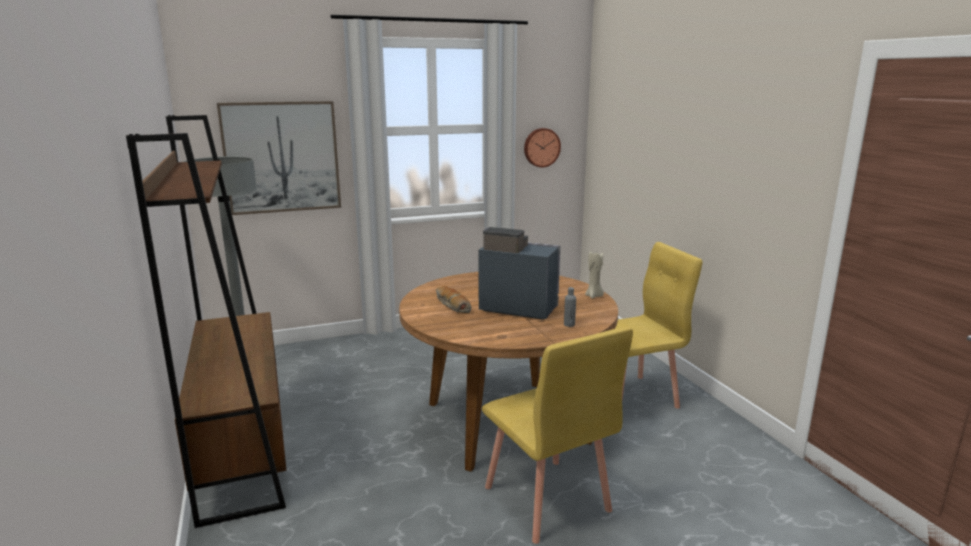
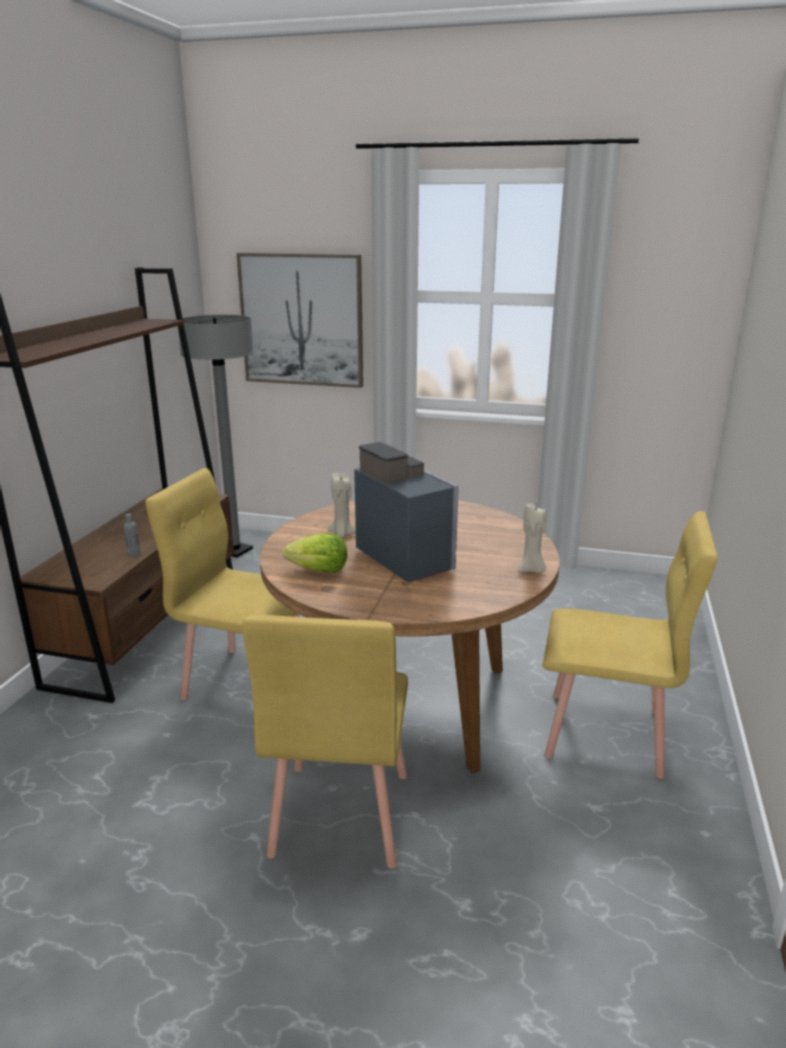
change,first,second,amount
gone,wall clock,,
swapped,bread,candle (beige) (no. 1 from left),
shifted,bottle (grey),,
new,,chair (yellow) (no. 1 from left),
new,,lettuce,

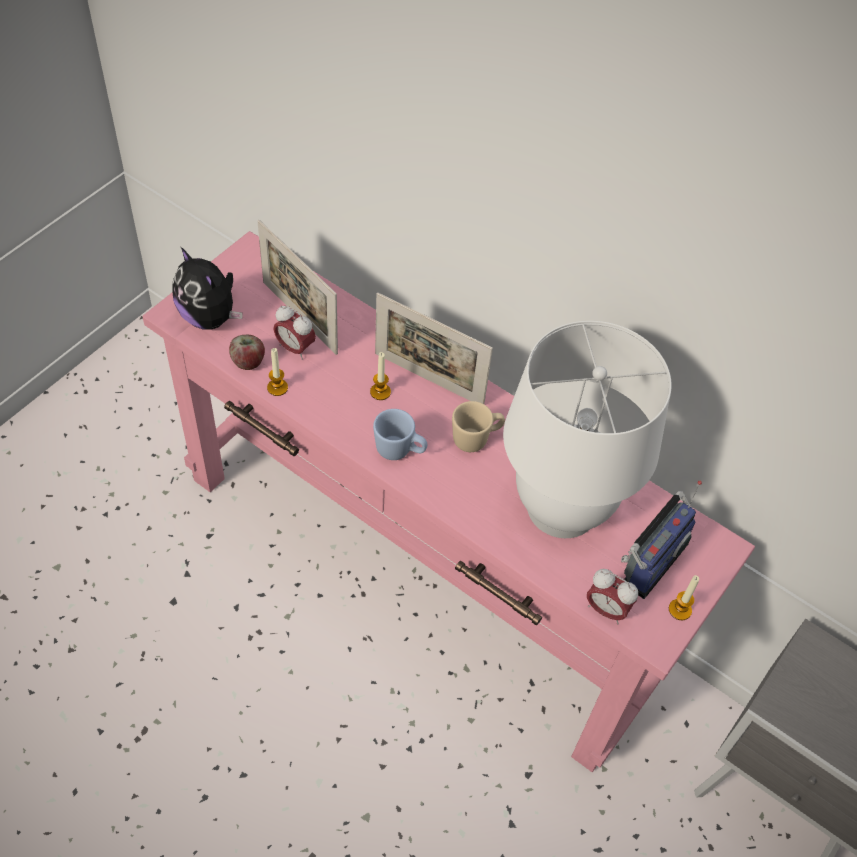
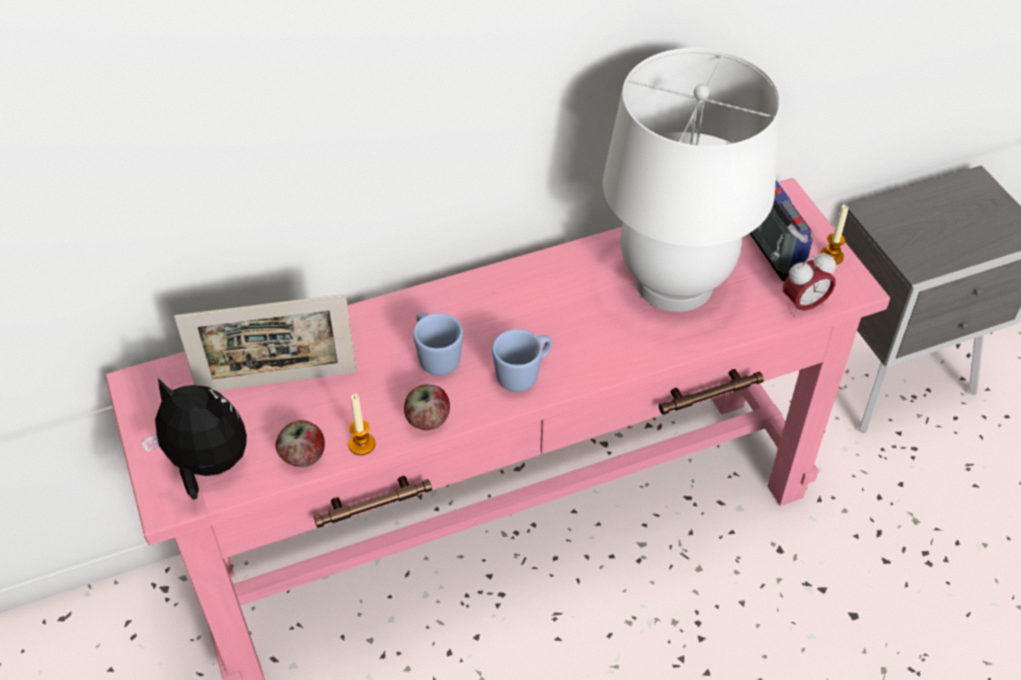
change,first,second,amount
rotated,plush toy,,150 degrees counterclockwise
gone,picture frame (no. 2 from left),,
gone,alarm clock (no. 1 from left),,
swapped,candle (no. 2 from left),mug (blue) (no. 1 from left),
gone,mug (beige),,
new,,apple (no. 2 from left),

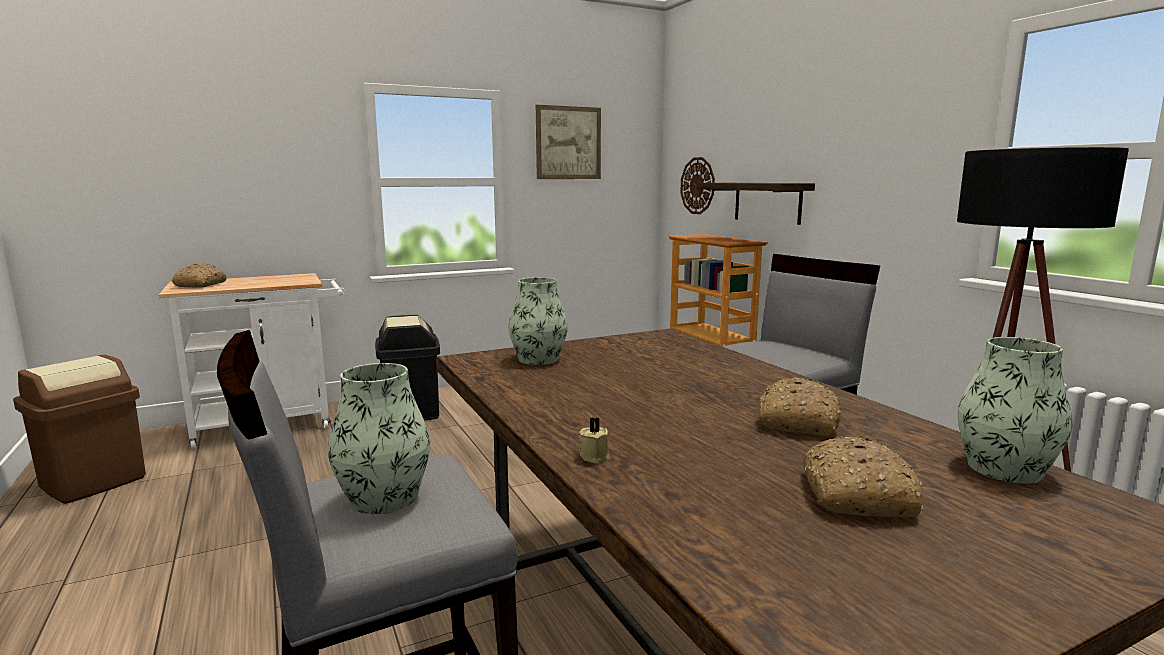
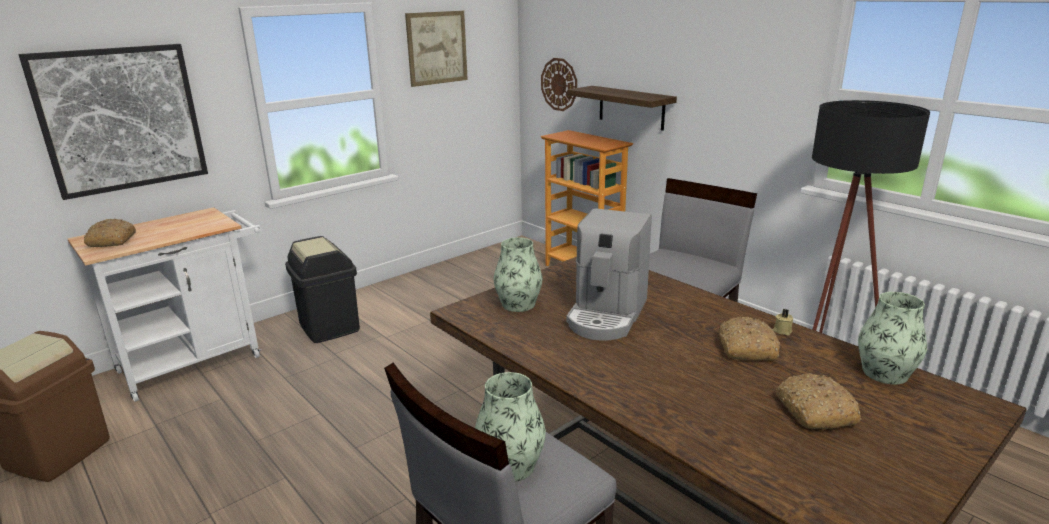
change,first,second,amount
shifted,candle (beige),,
new,,picture (no. 1 from left),
new,,coffee machine,

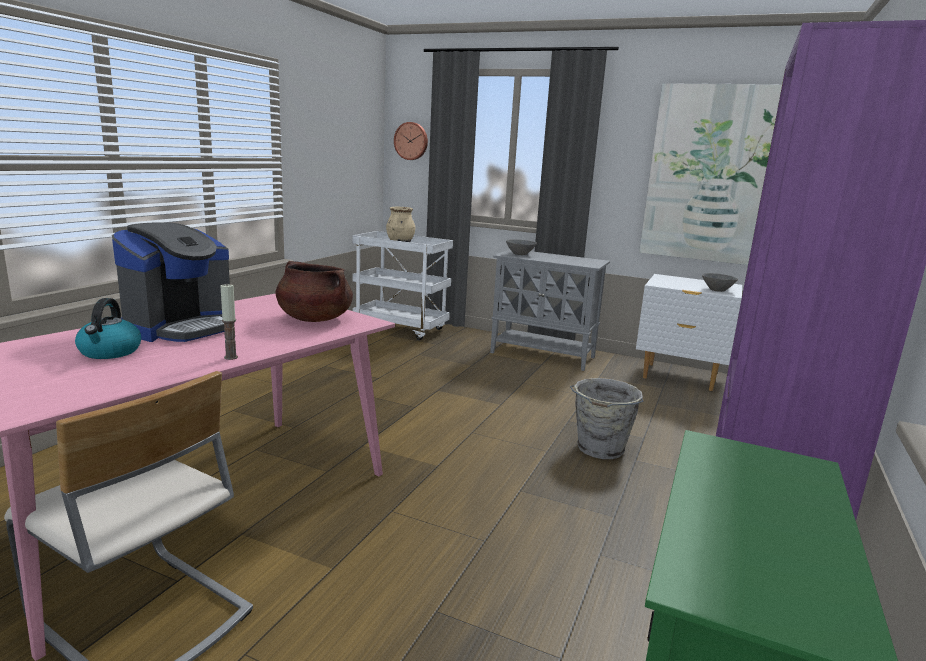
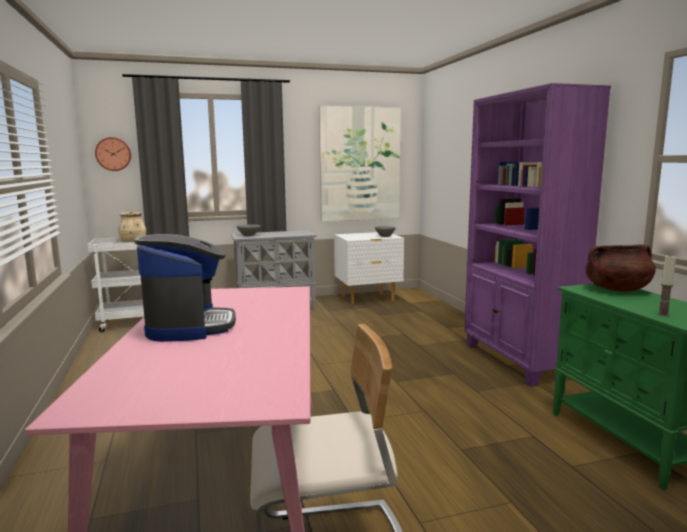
change,first,second,amount
shifted,cooking pot (brown),,
shifted,candle,,
gone,kettle,,
gone,bucket (grey),,

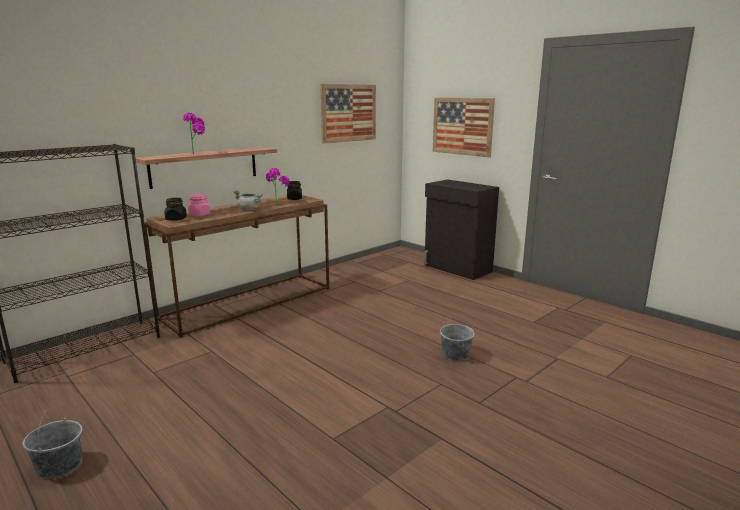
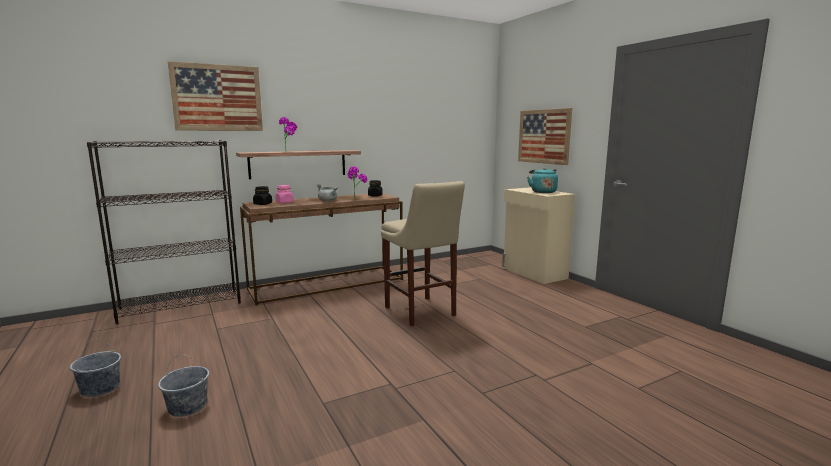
change,first,second,amount
shifted,picture (no. 1 from left),,
repainted,cabinet (black),cabinet (beige),
shifted,bucket (grey) (no. 2 from left),,
new,,kettle (turquoise),
new,,stool (beige),

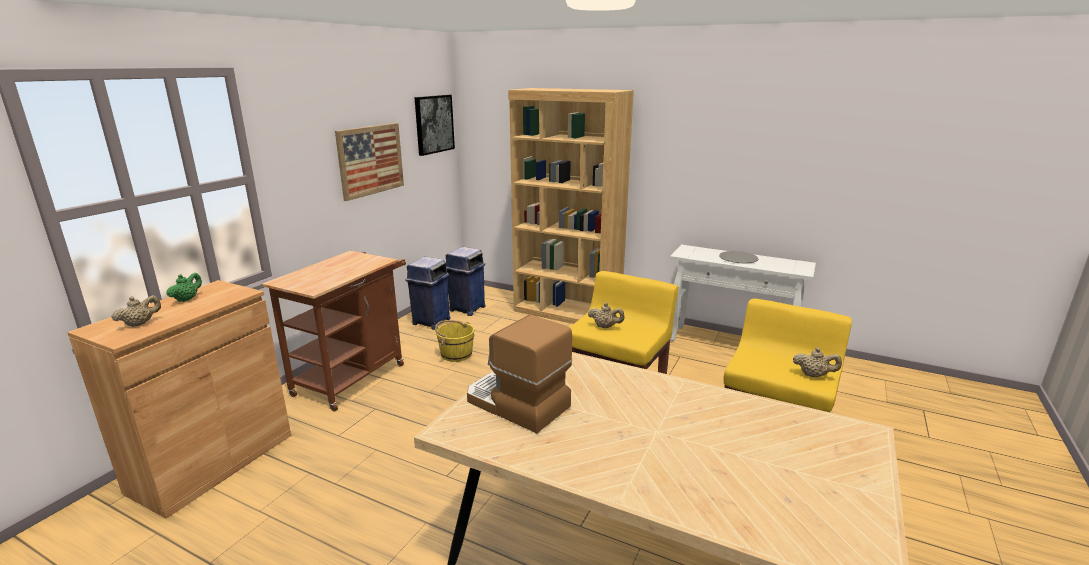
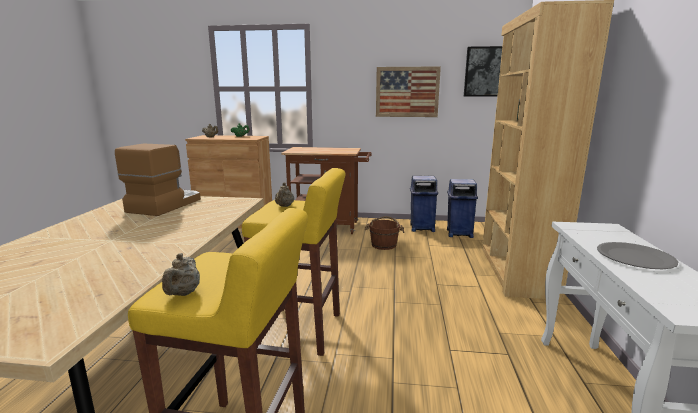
change,first,second,amount
repainted,bucket (yellow),bucket (brown),

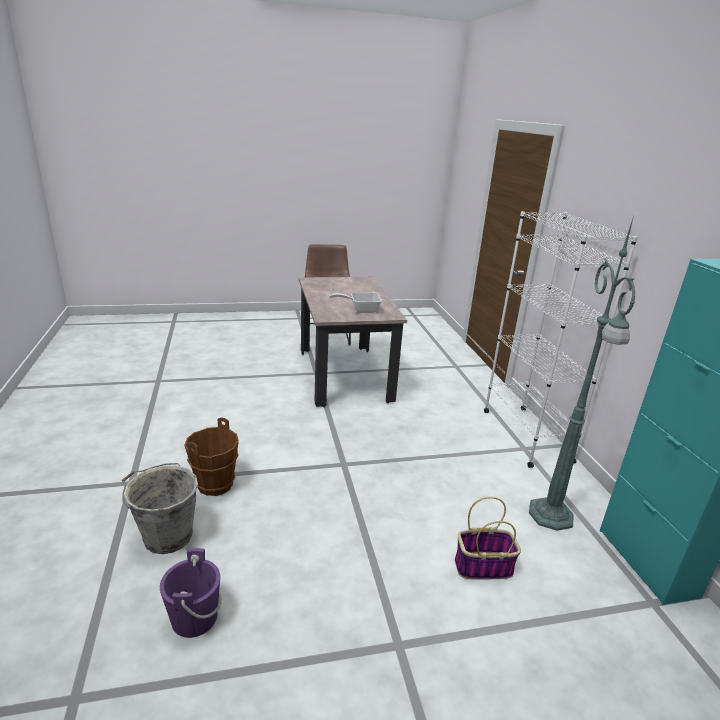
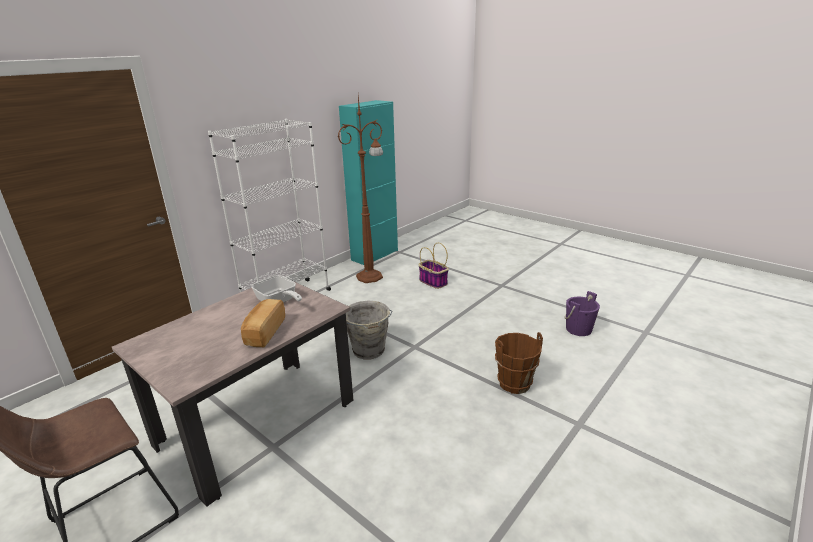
change,first,second,amount
repainted,floor lamp (green),floor lamp (brown),
shifted,bucket (grey),,
new,,bread,

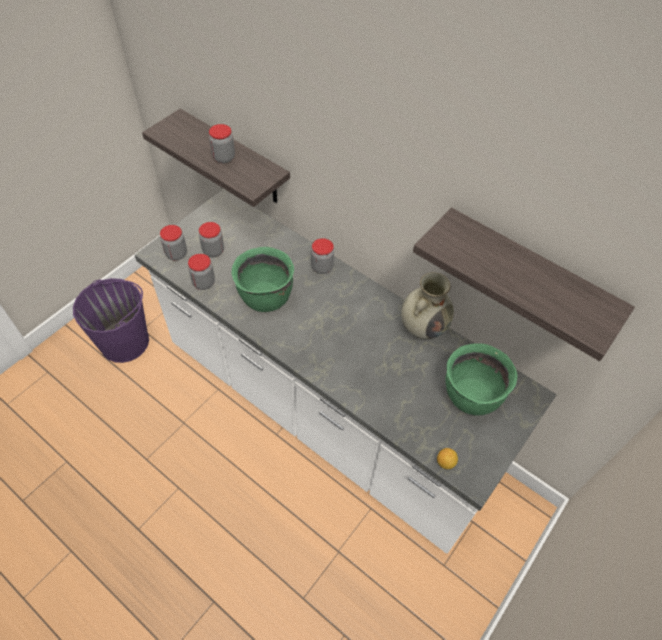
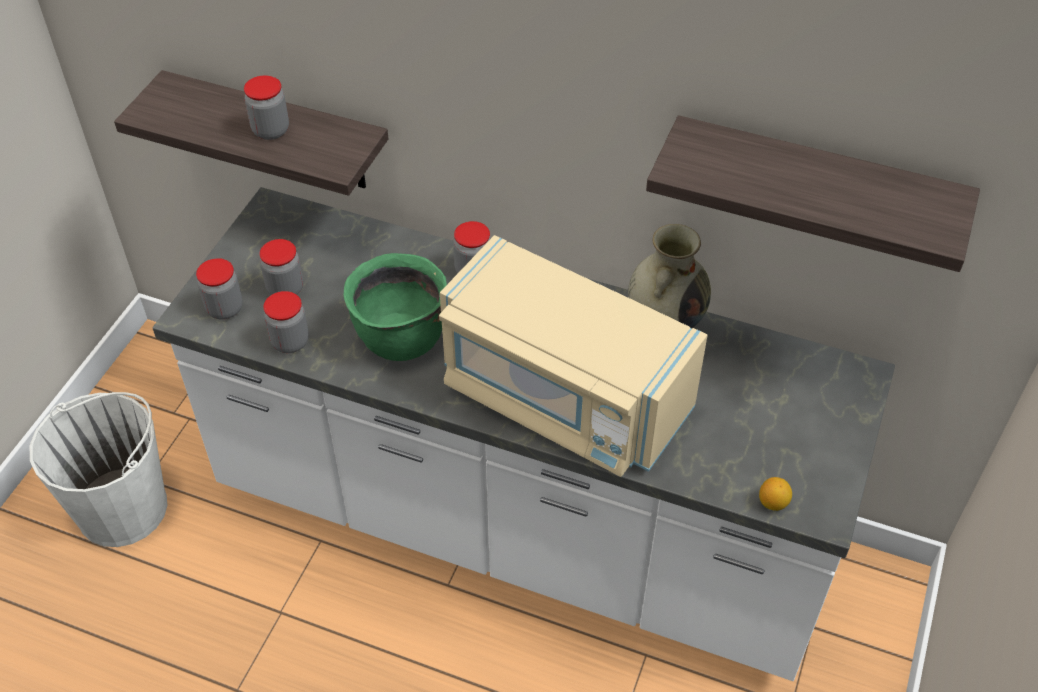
change,first,second,amount
repainted,bucket (purple),bucket (white),
gone,cooking pot (green) (no. 2 from left),,
new,,microwave (beige),

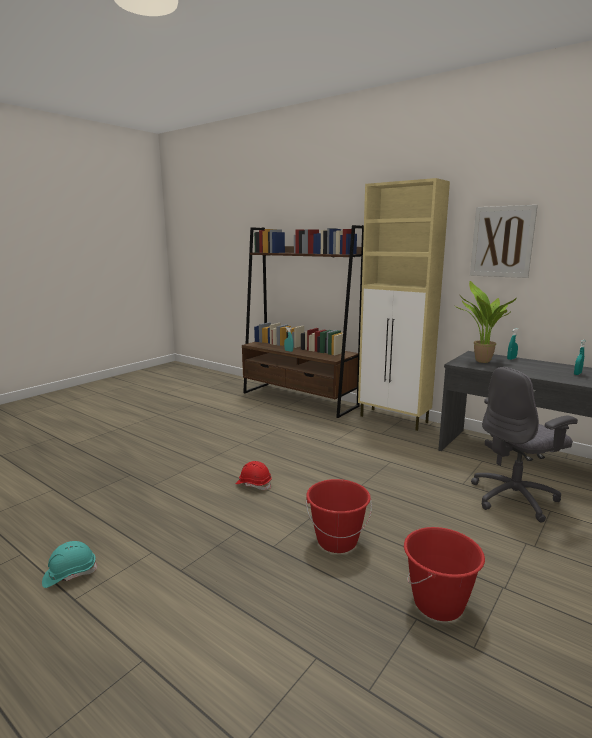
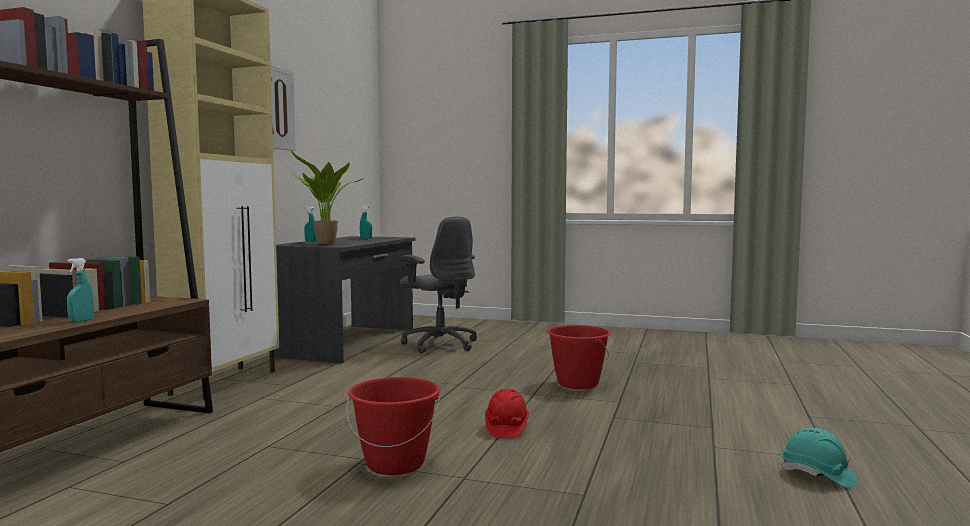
change,first,second,amount
shifted,bucket (red) (no. 2 from left in the first image),bucket (red) (no. 1 from left),

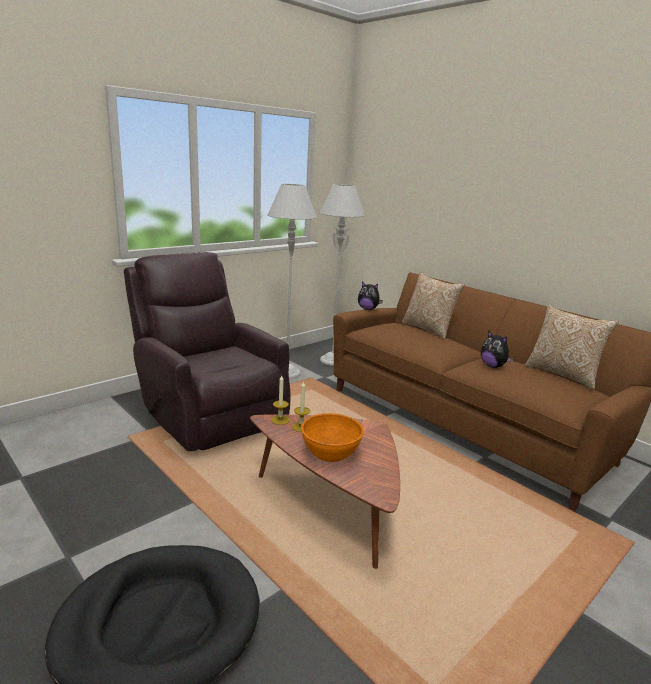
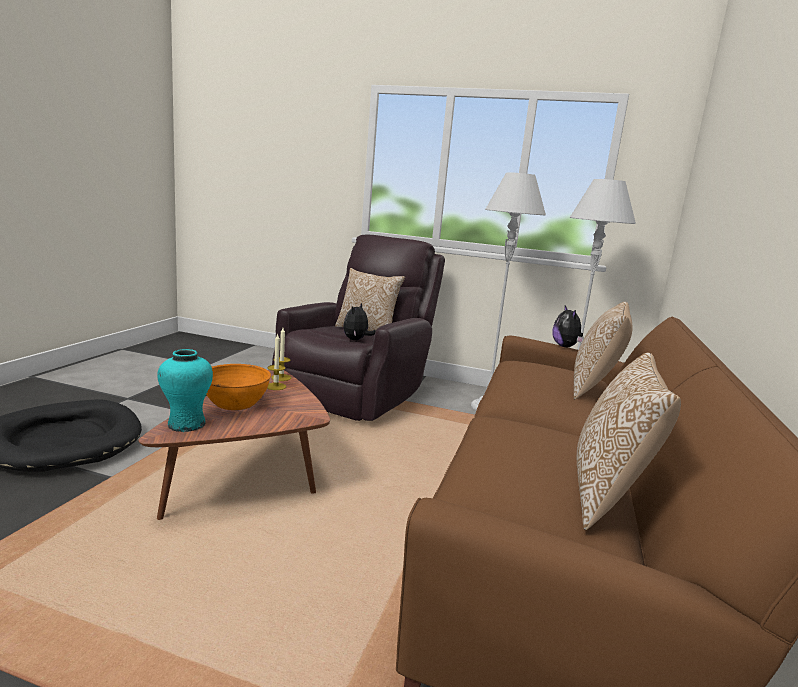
change,first,second,amount
shifted,plush toy (no. 2 from left in the first image),plush toy (no. 1 from left),
new,,pillow (no. 1 from left),
new,,vase (turquoise),

